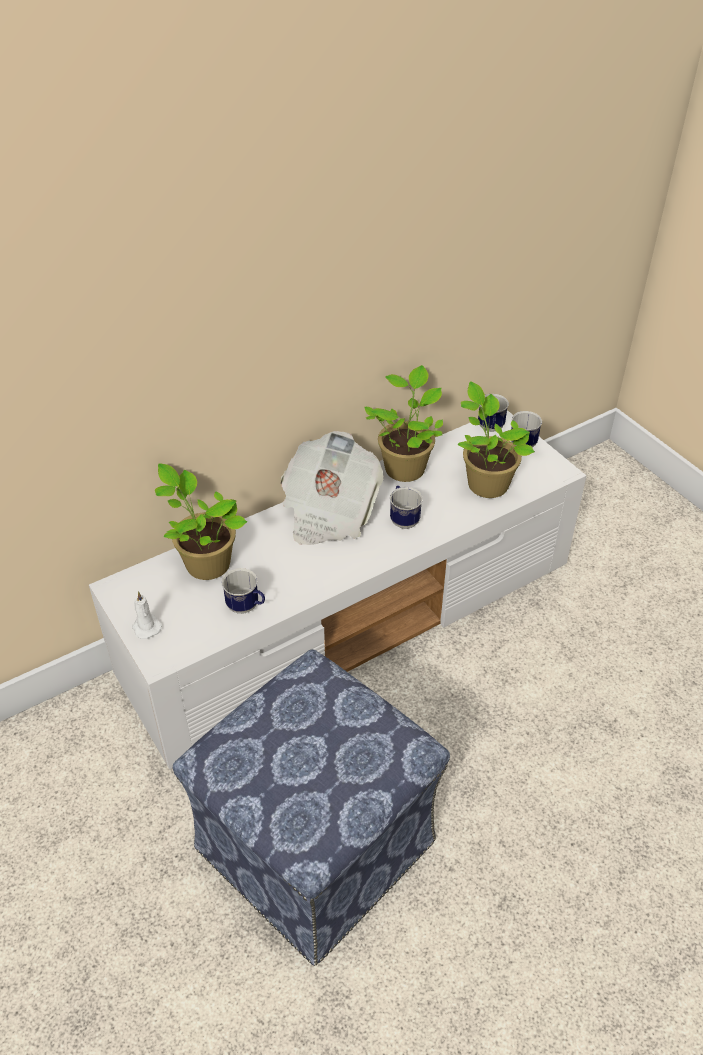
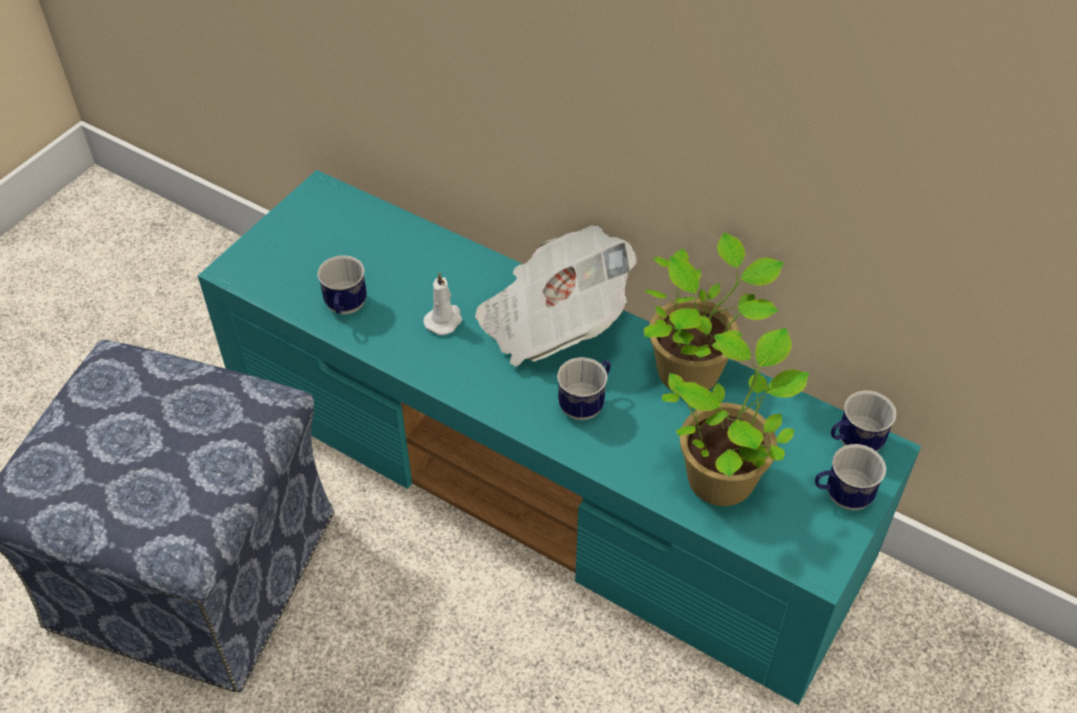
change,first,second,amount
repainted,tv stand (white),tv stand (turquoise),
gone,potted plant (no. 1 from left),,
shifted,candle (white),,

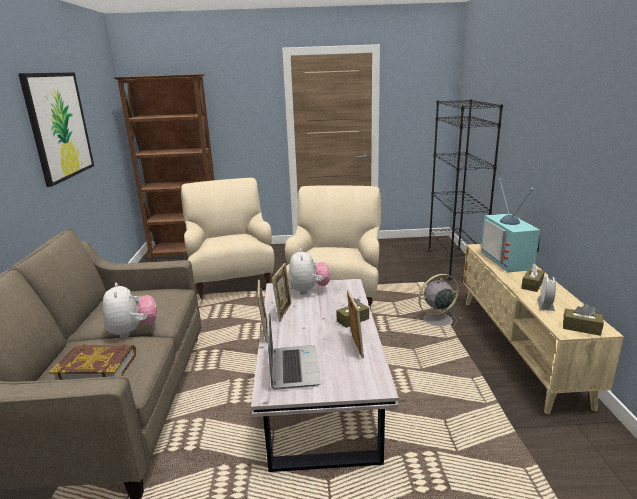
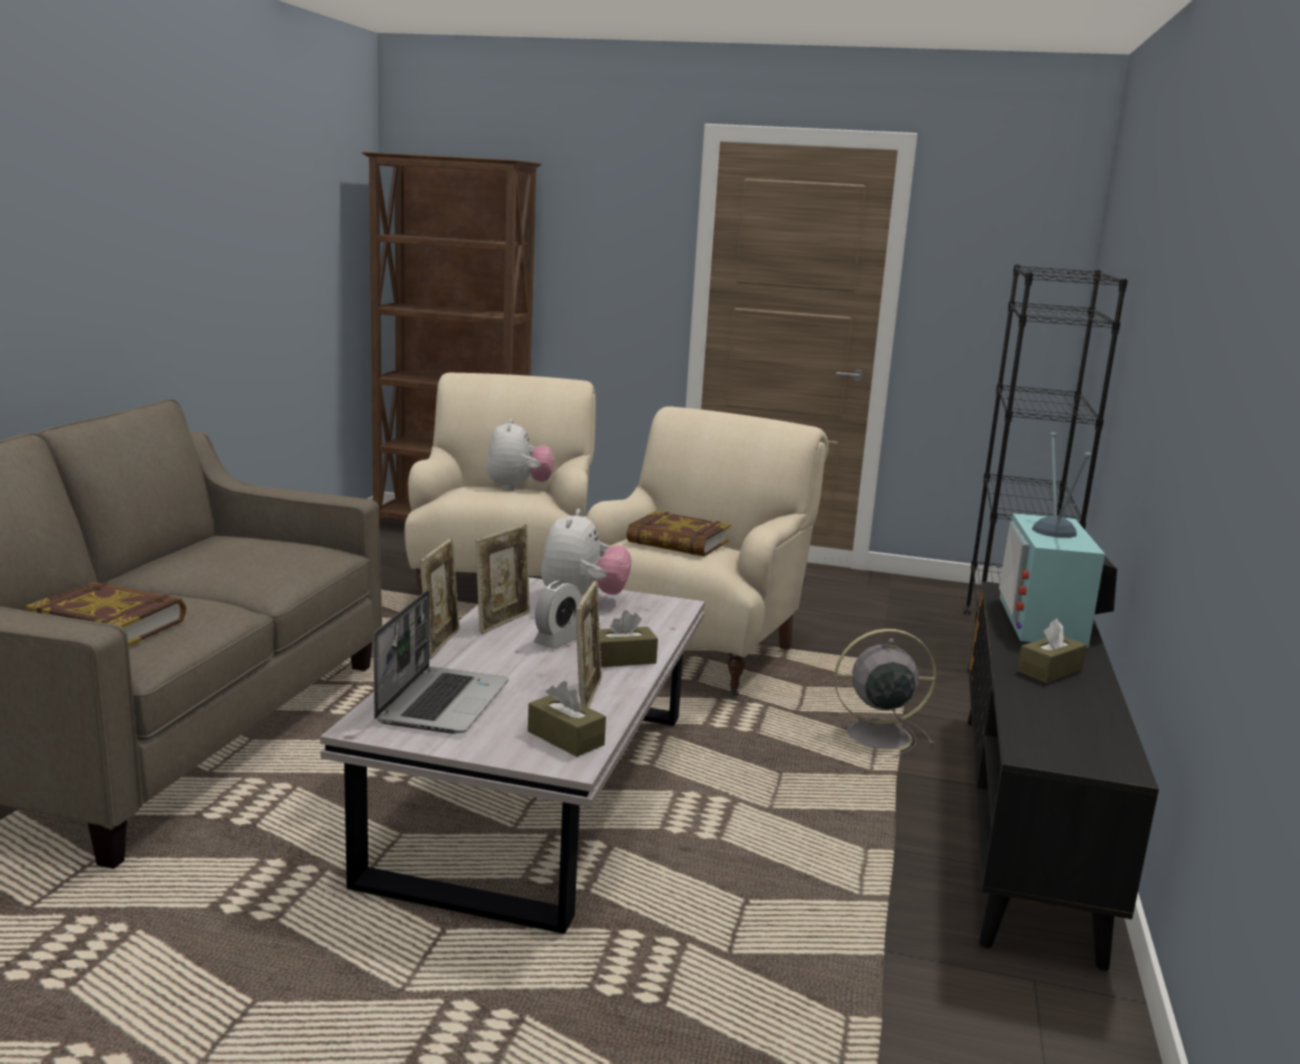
change,first,second,amount
gone,picture,,
repainted,tv stand (beige),tv stand (black),
shifted,alarm clock,,
shifted,plush toy (no. 1 from left),,
shifted,tissue box (brown) (no. 3 from left in the first image),tissue box (brown) (no. 1 from left),
new,,book (no. 2 from left),

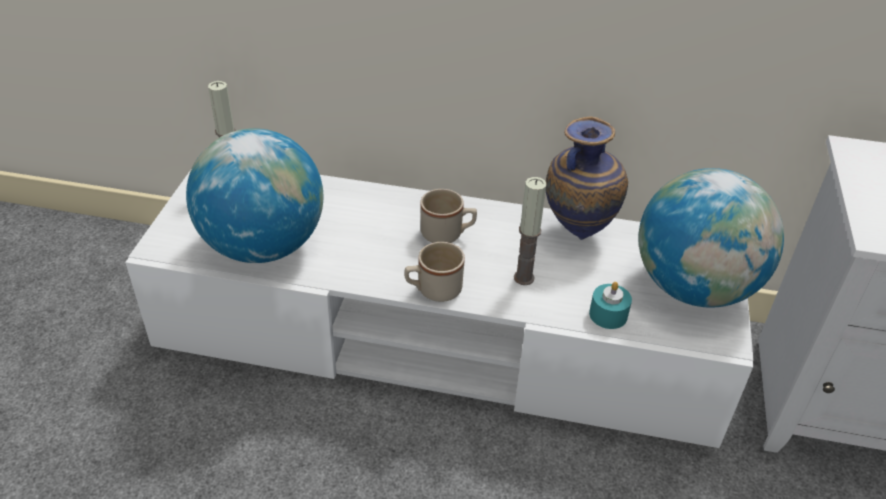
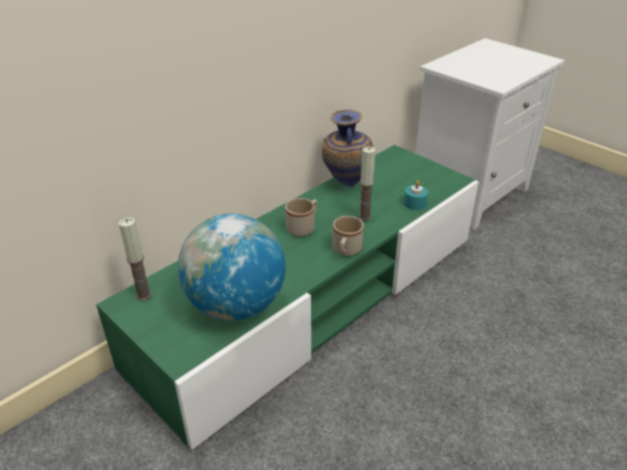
change,first,second,amount
gone,globe (no. 2 from left),,
repainted,tv stand (white),tv stand (green),

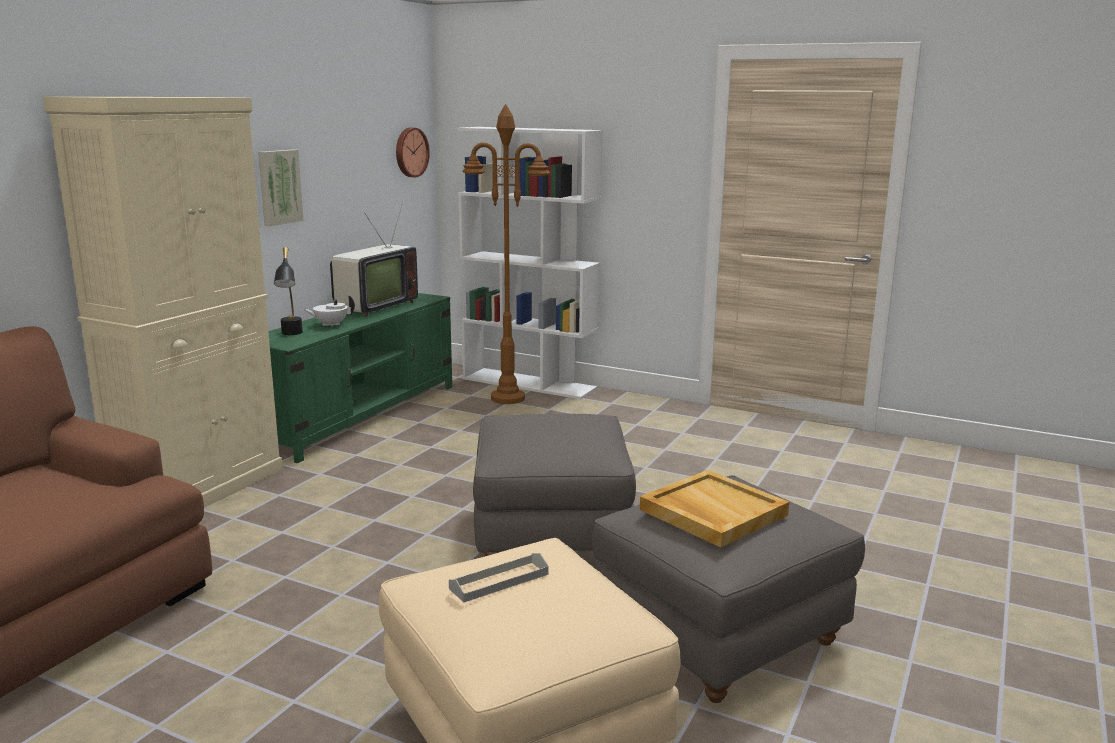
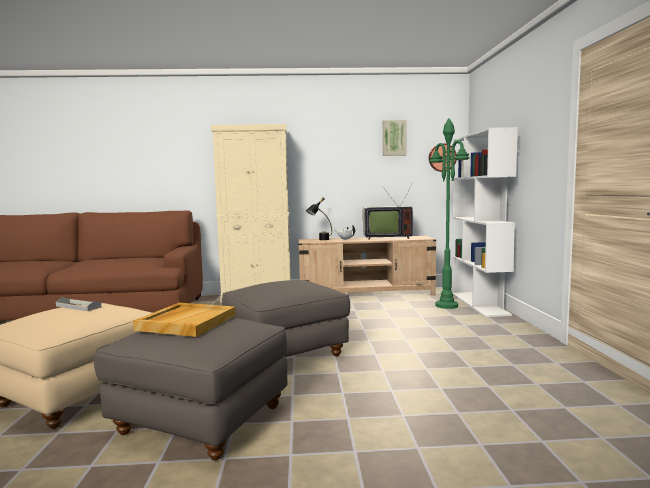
change,first,second,amount
repainted,floor lamp (brown),floor lamp (green),
shifted,picture,,
repainted,tv stand (green),tv stand (beige),

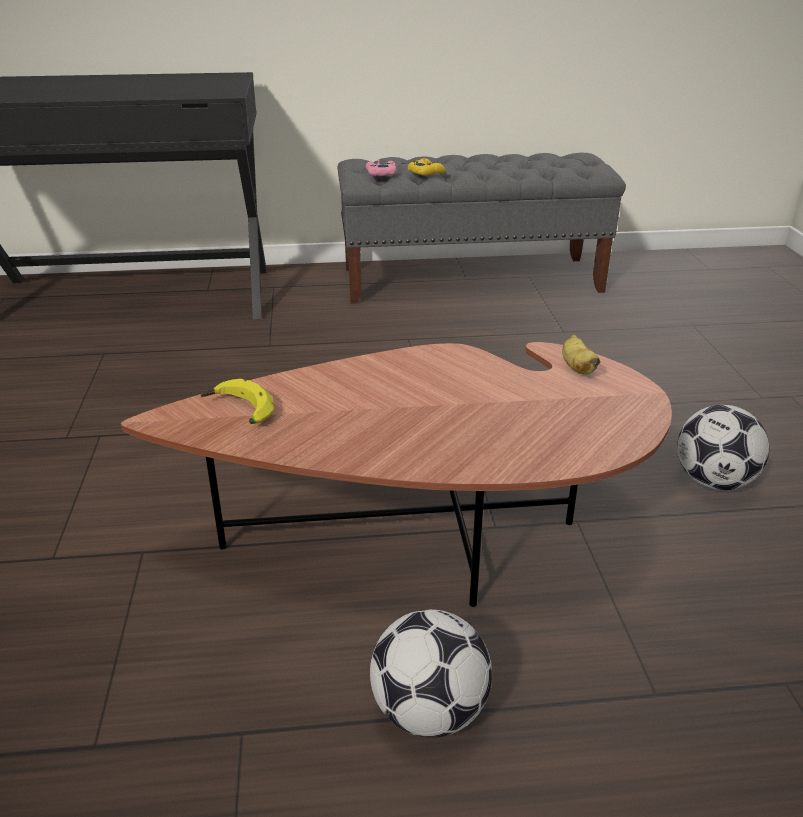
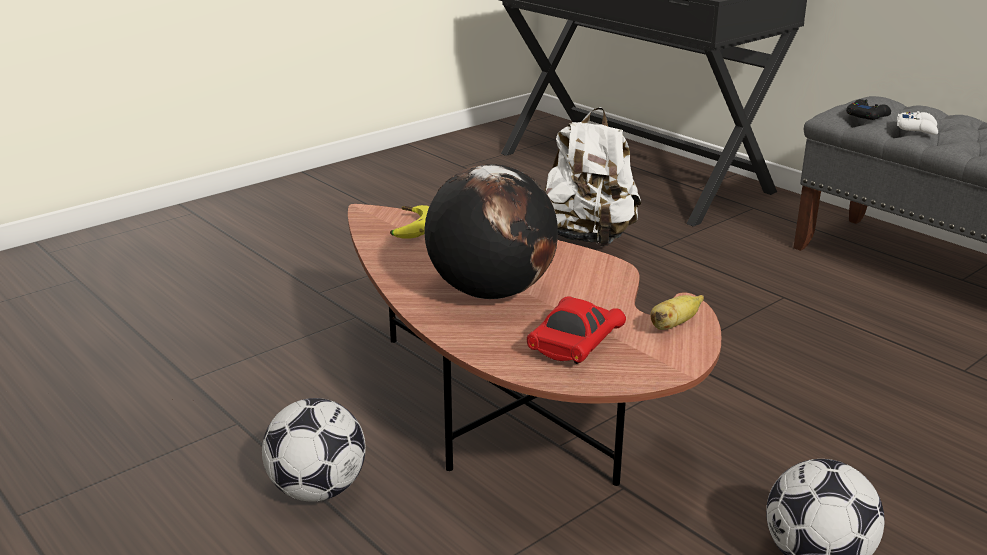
change,first,second,amount
repainted,game controller (yellow),game controller (white),
repainted,game controller (pink),game controller (black),
new,,backpack (white),
new,,globe,
new,,toy car (red),

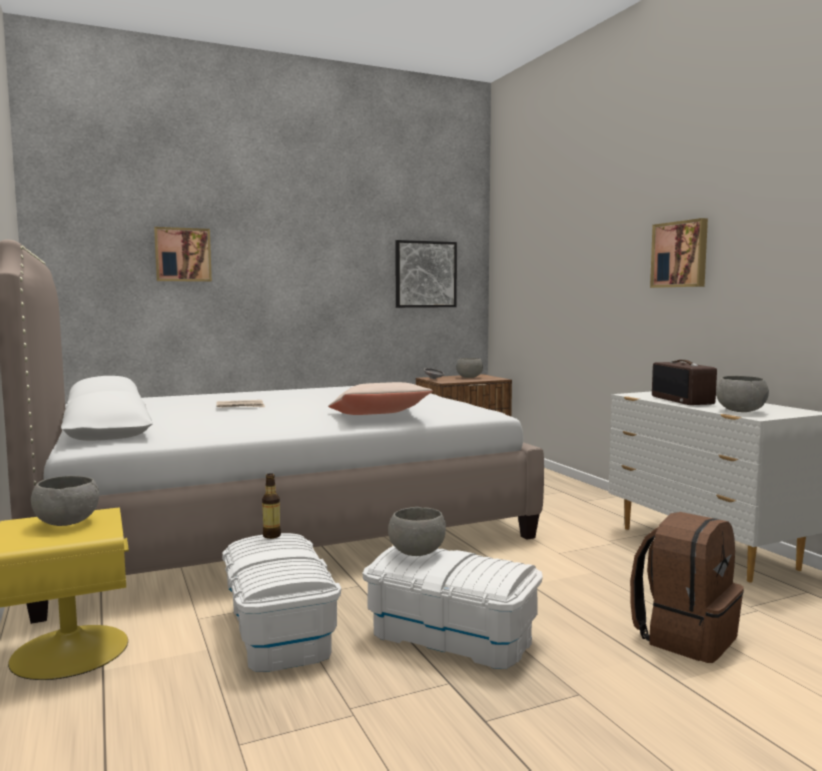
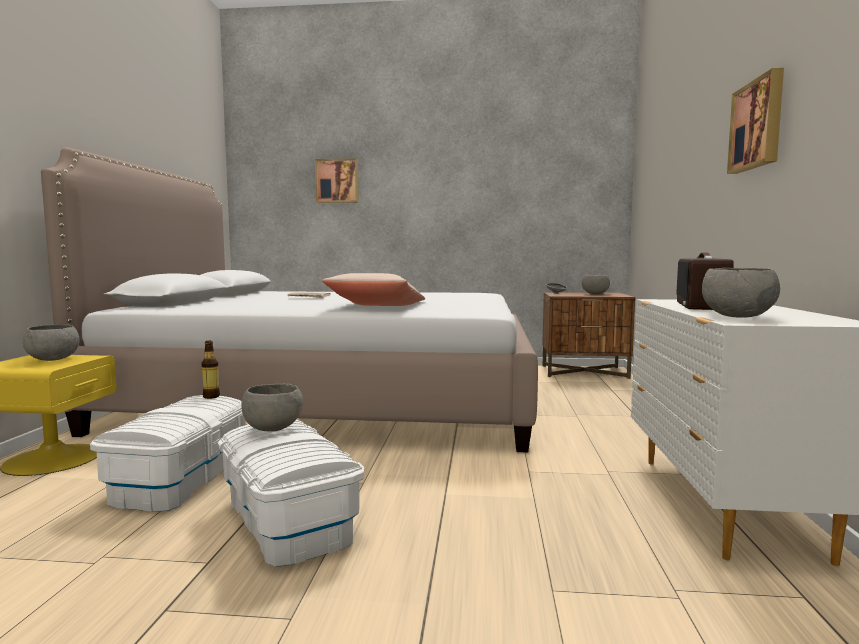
change,first,second,amount
gone,picture (no. 2 from left),,
gone,backpack (brown),,

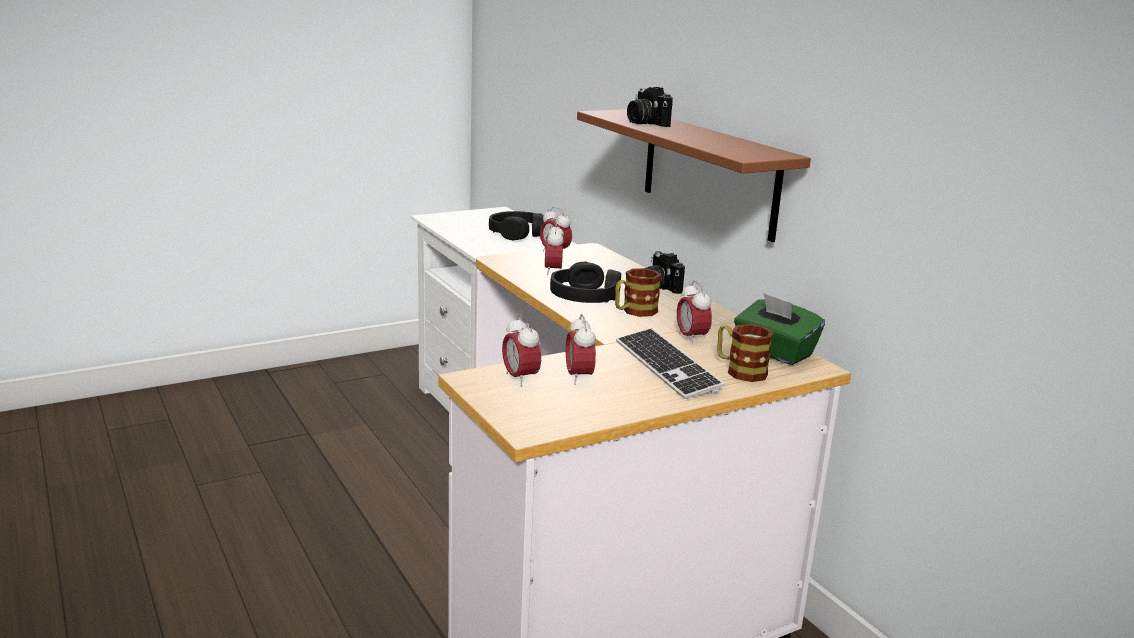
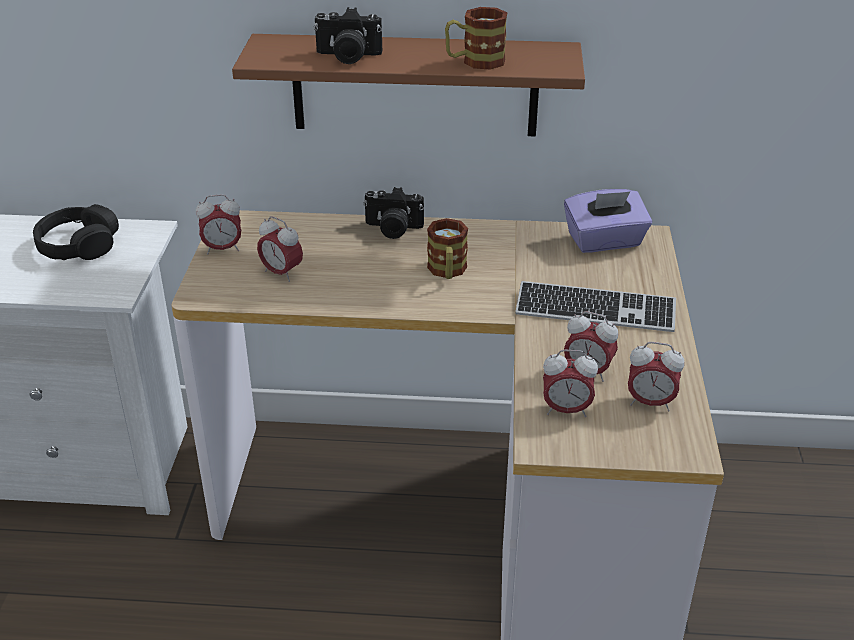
change,first,second,amount
gone,headphones (black) (no. 2 from left),,
shifted,alarm clock (no. 5 from left),,
repainted,tissue box (green),tissue box (purple),
shifted,mug (no. 2 from left),,

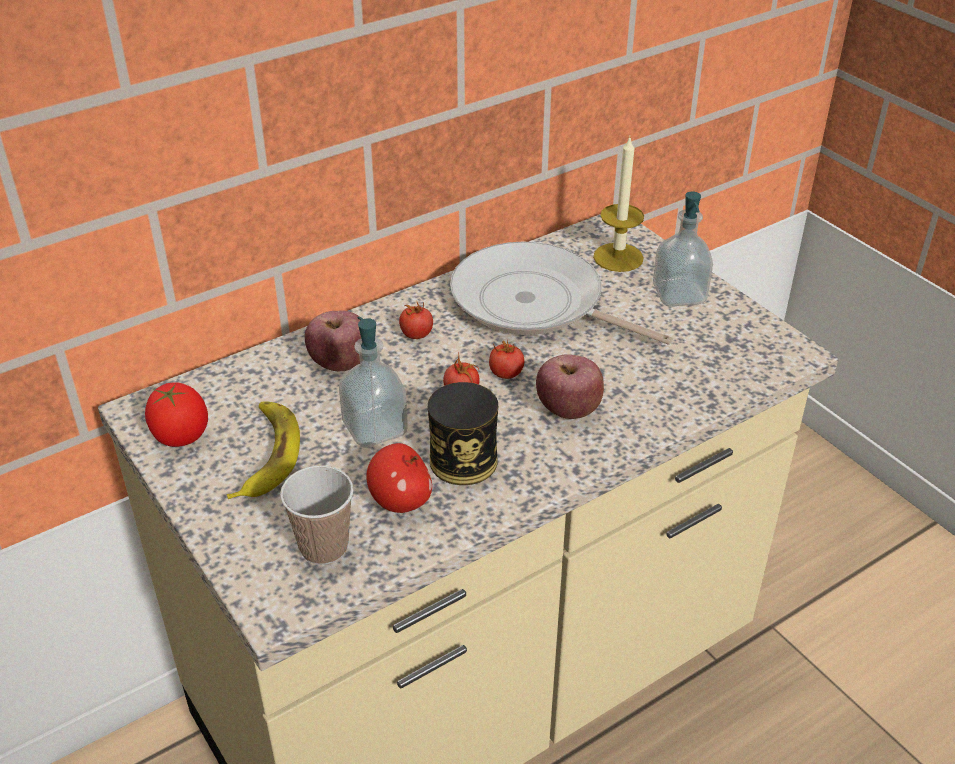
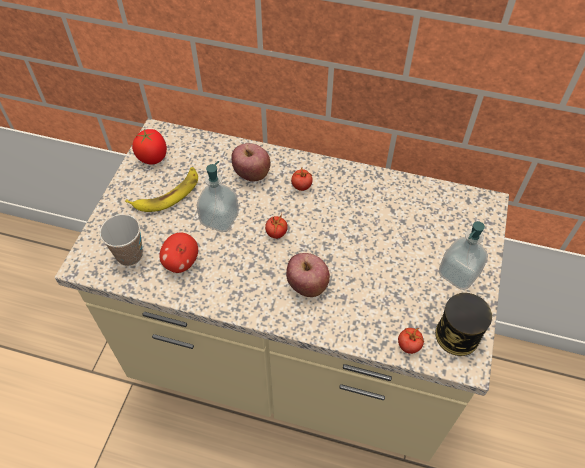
change,first,second,amount
gone,candle,,
gone,frying pan,,
shifted,tomato (no. 4 from left),,
shifted,can,,

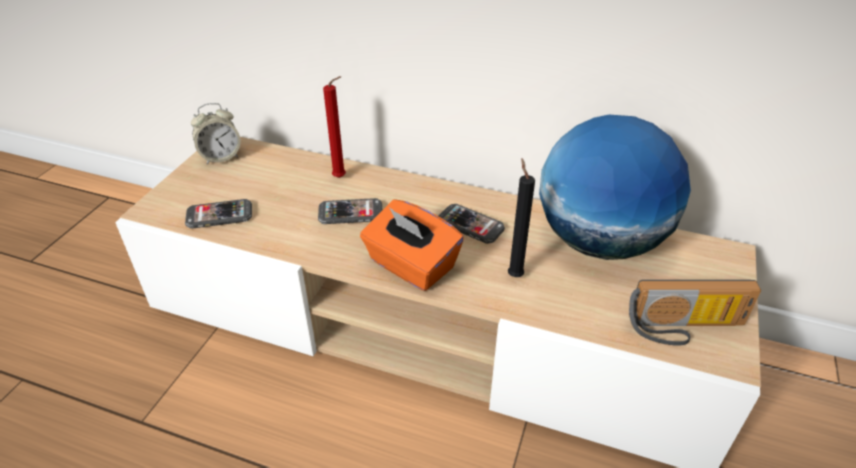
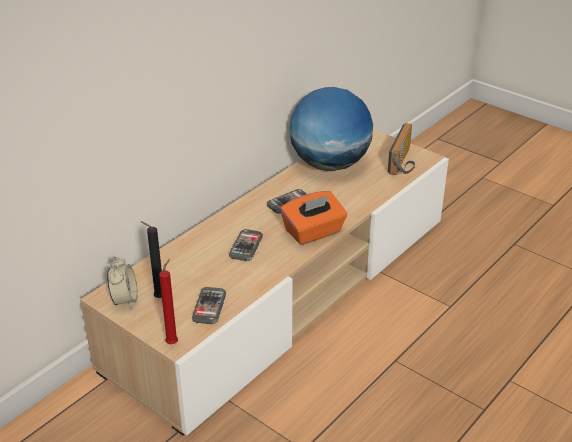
change,first,second,amount
shifted,candle (red),,
shifted,candle (black),,

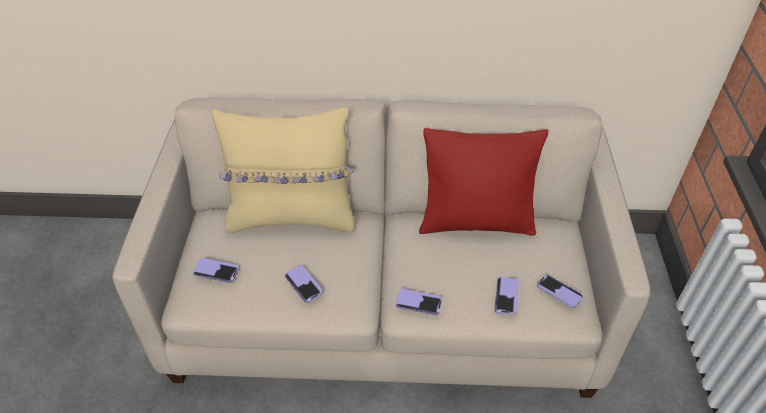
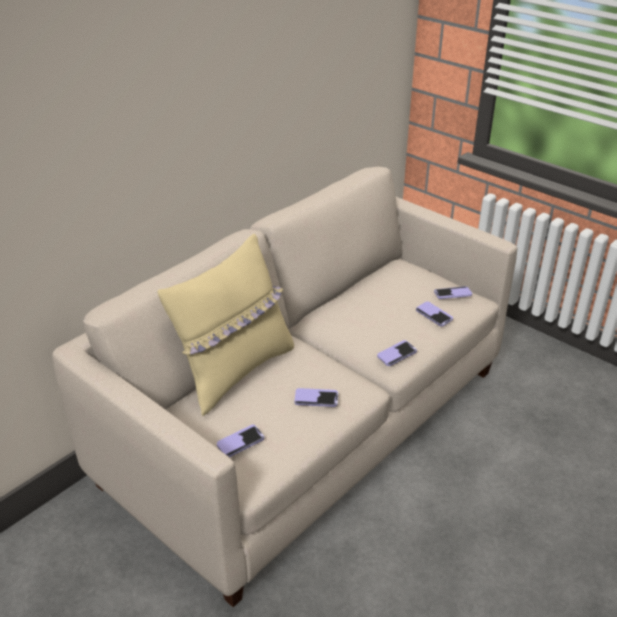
change,first,second,amount
gone,pillow (red),,

